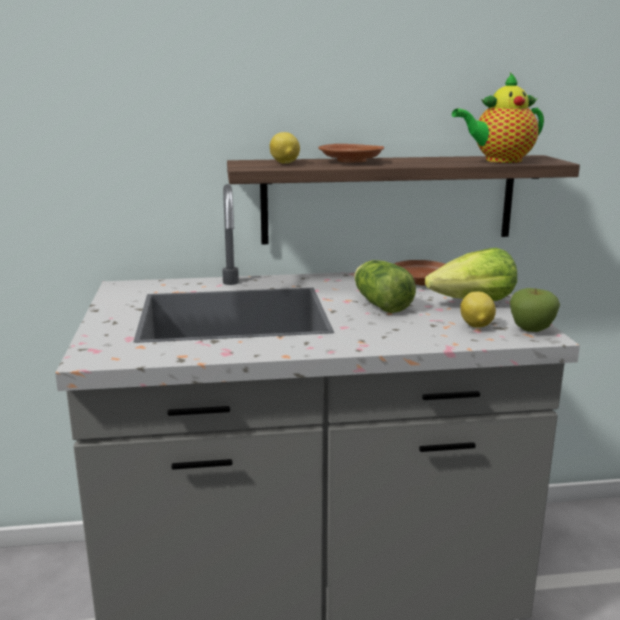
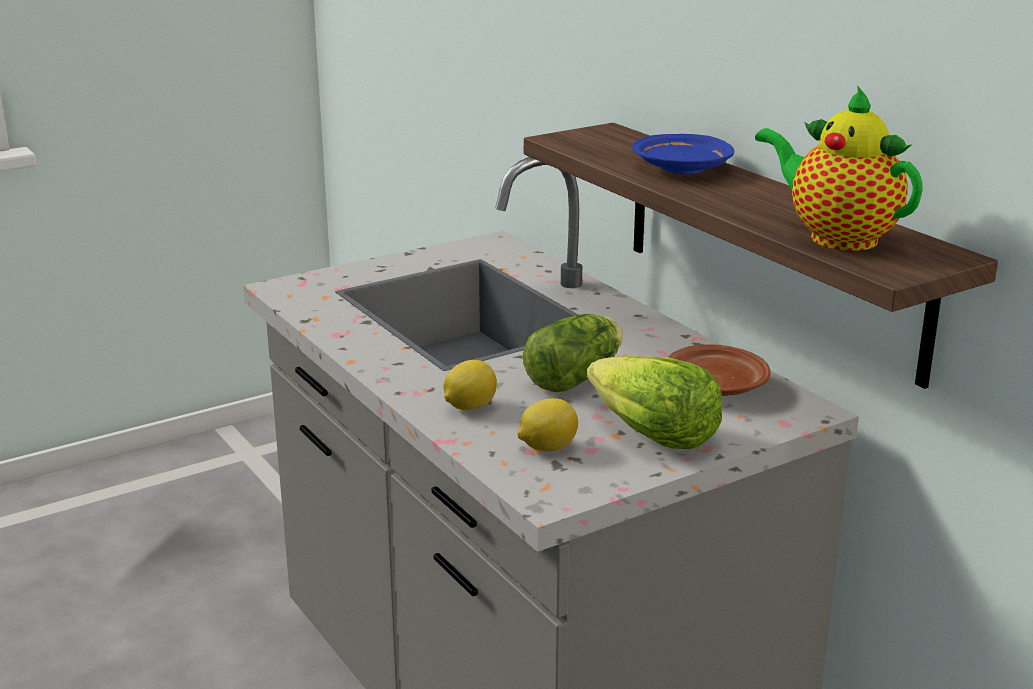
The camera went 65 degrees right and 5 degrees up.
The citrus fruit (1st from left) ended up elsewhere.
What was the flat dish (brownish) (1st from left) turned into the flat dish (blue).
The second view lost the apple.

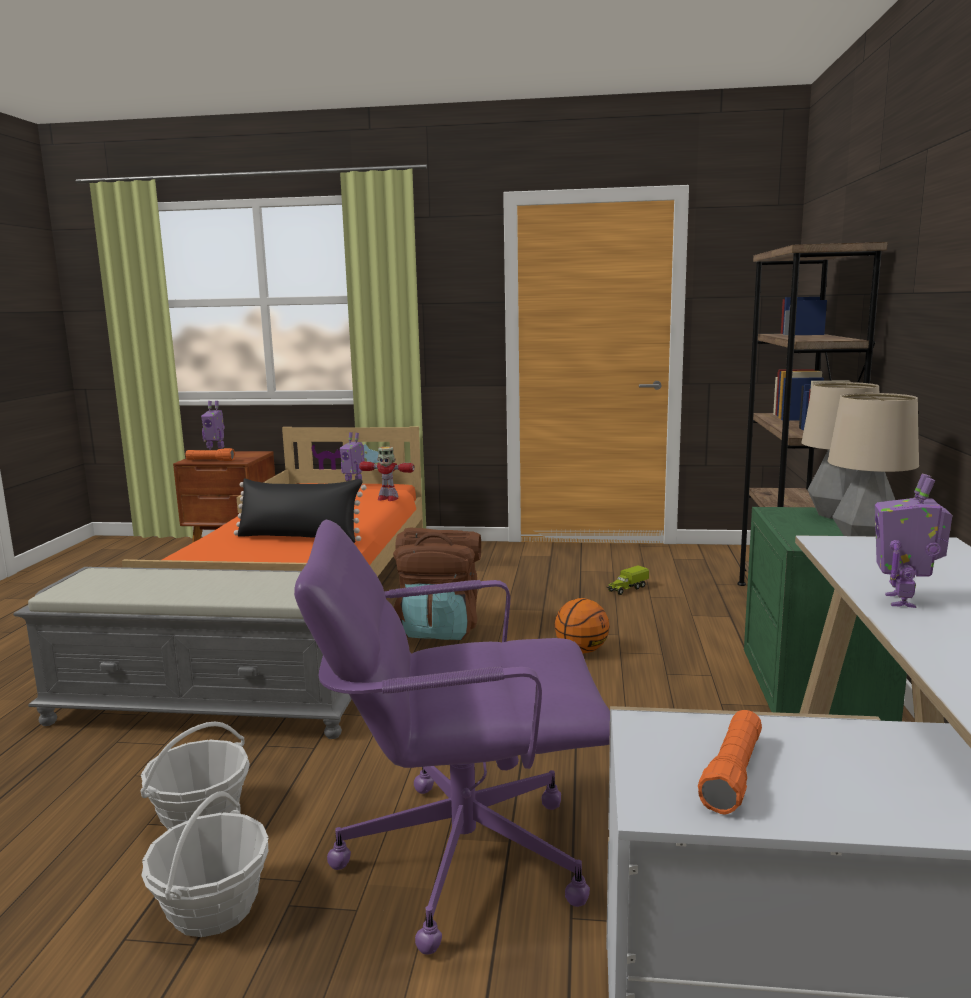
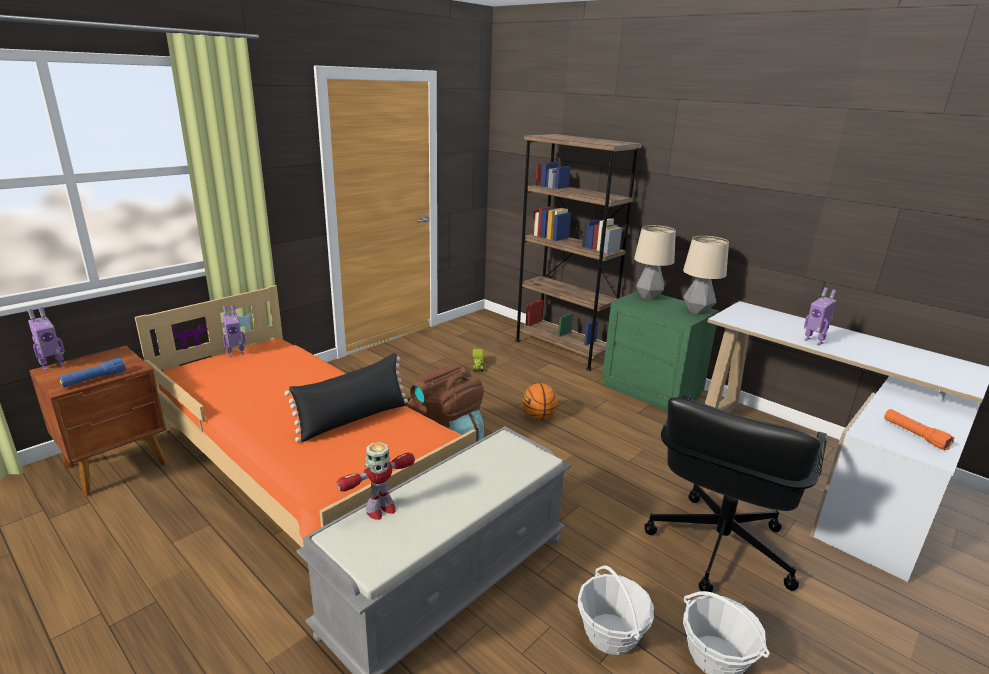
The camera went 55 degrees left and 10 degrees up.
The robot figure (3rd from left) ended up elsewhere.
What was the hand torch (orange-coloured) (1st from left) turned into the hand torch (blue).
What was the office chair (purple-coloured) turned into the office chair (black).

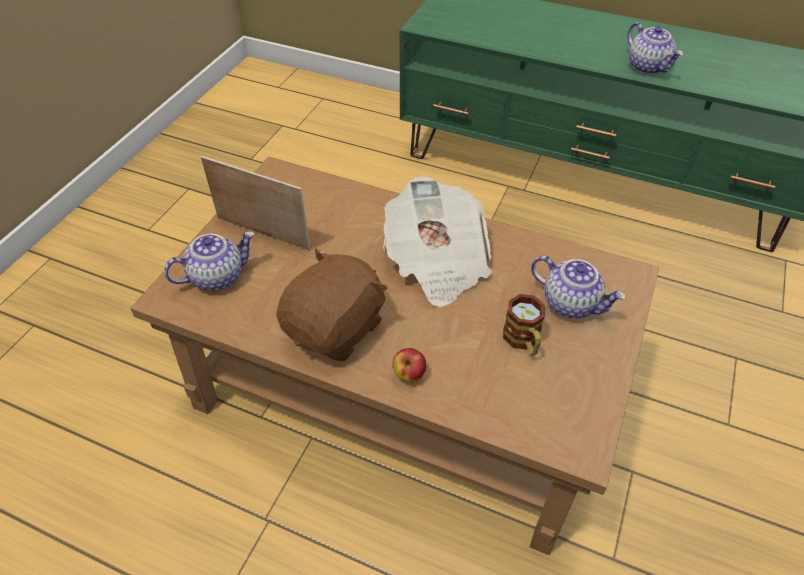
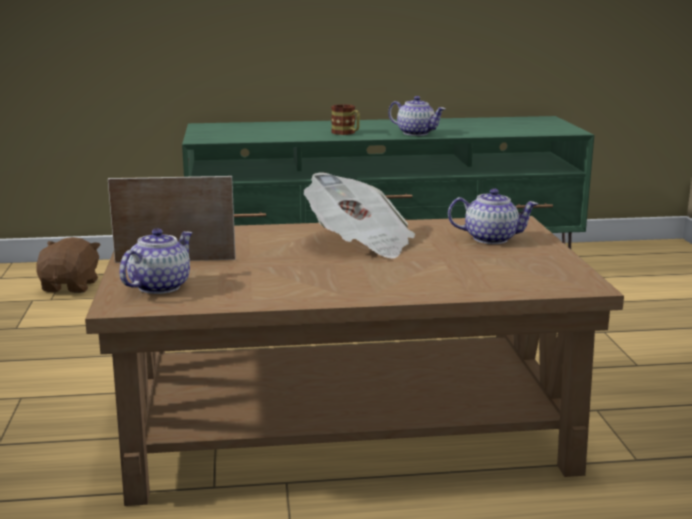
The camera went 30 degrees left and 30 degrees down.
The soft toy (brownish) ended up elsewhere.
The tea mug ended up elsewhere.
The second view lost the apple.

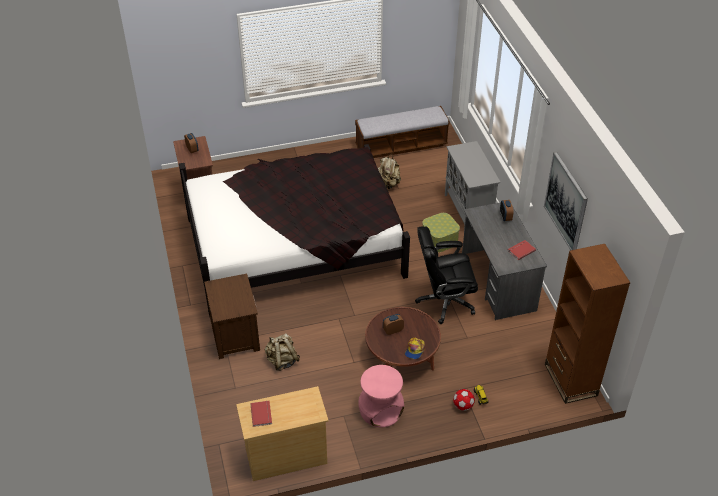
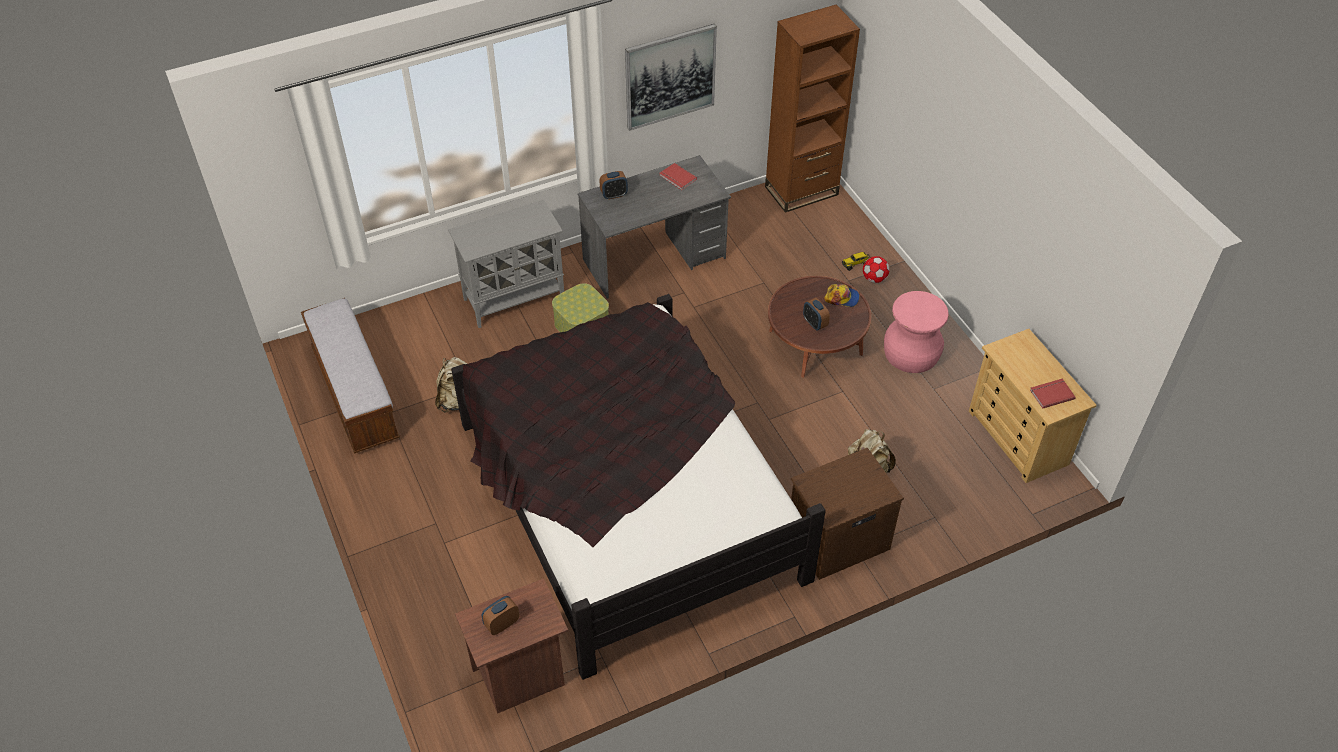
The camera went 100 degrees left and 5 degrees up.
The second view lost the office chair (black).

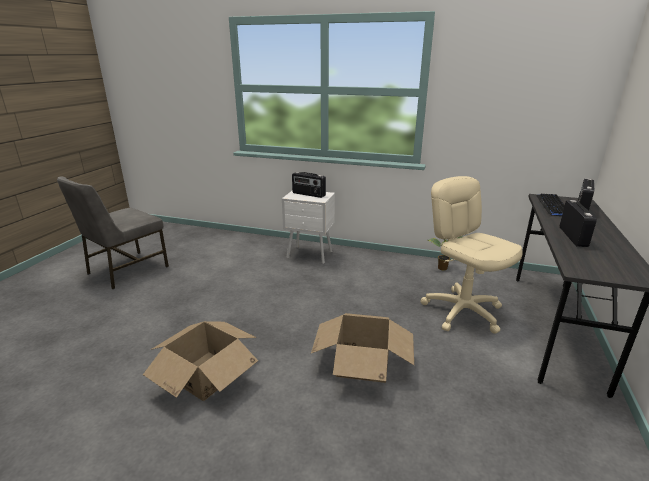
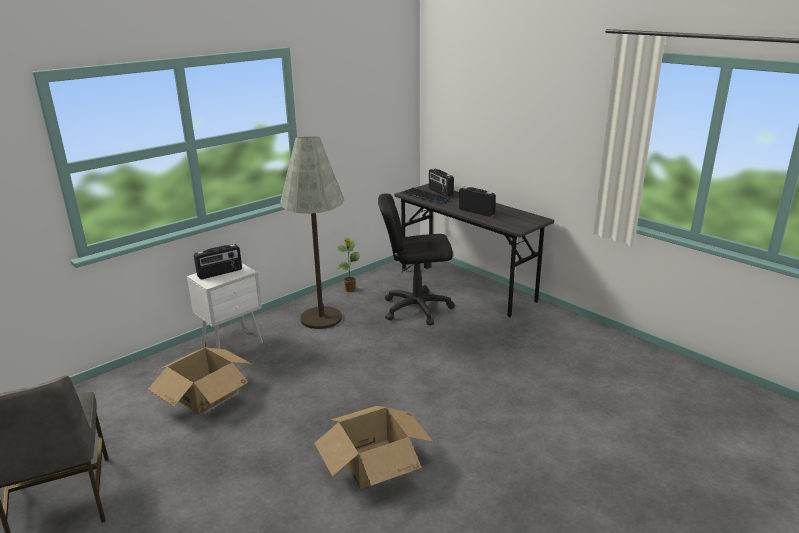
The camera went 60 degrees left and 0 degrees up.
What was the office chair (beige) turned into the office chair (black).
The cardboard box (2nd from left in the first image) ended up elsewhere.
The second view gained the standard lamp (grey).

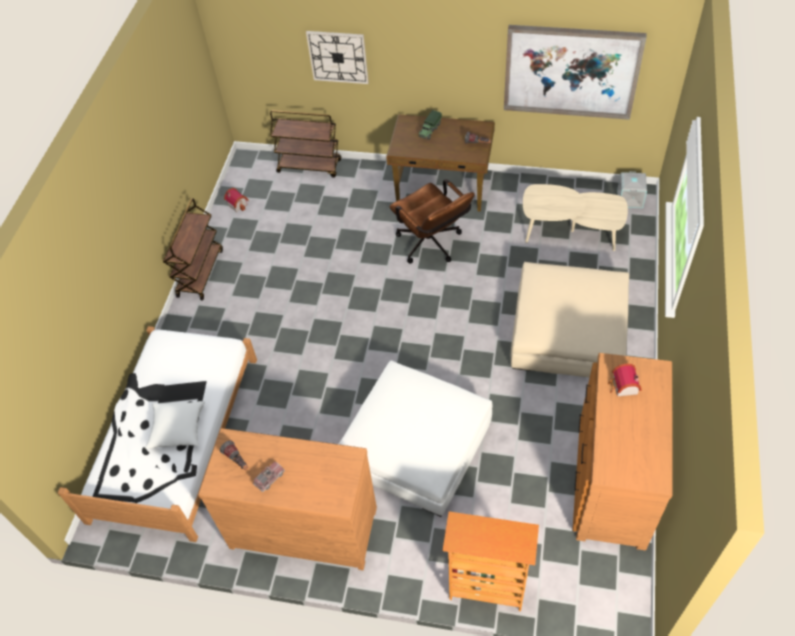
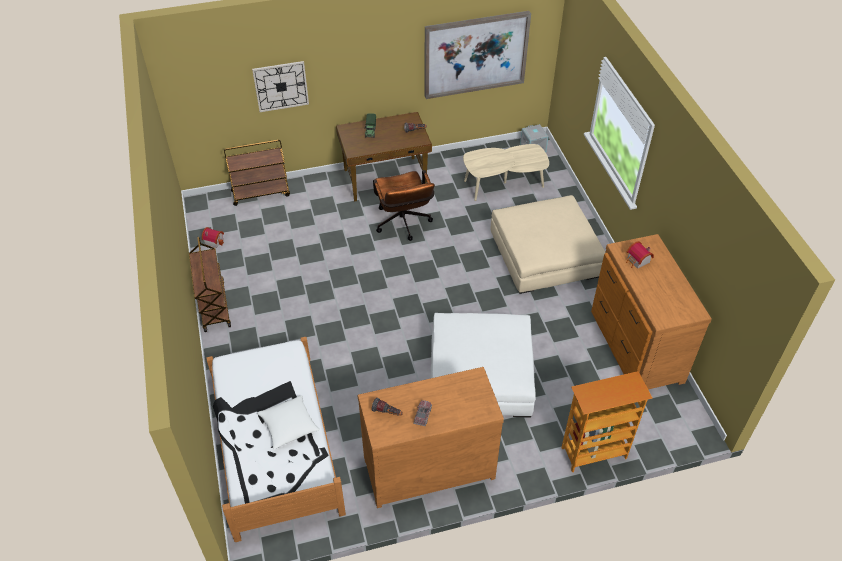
The camera went 30 degrees left and 5 degrees down.
The office chair (brownish) ended up facing another way, 45 degrees clockwise from before.

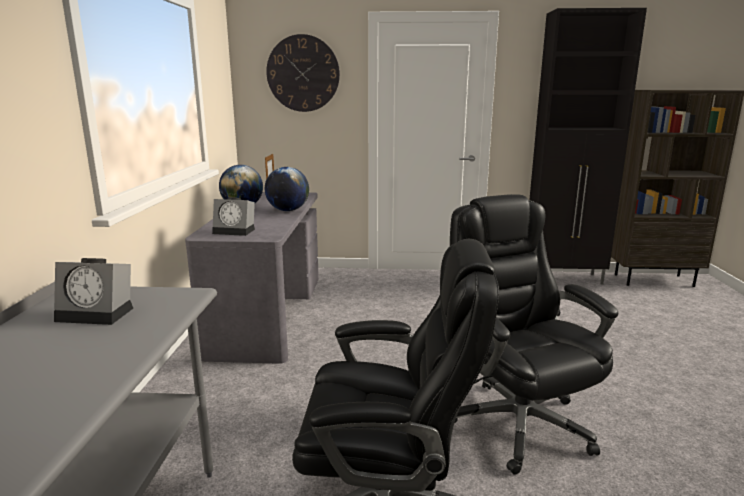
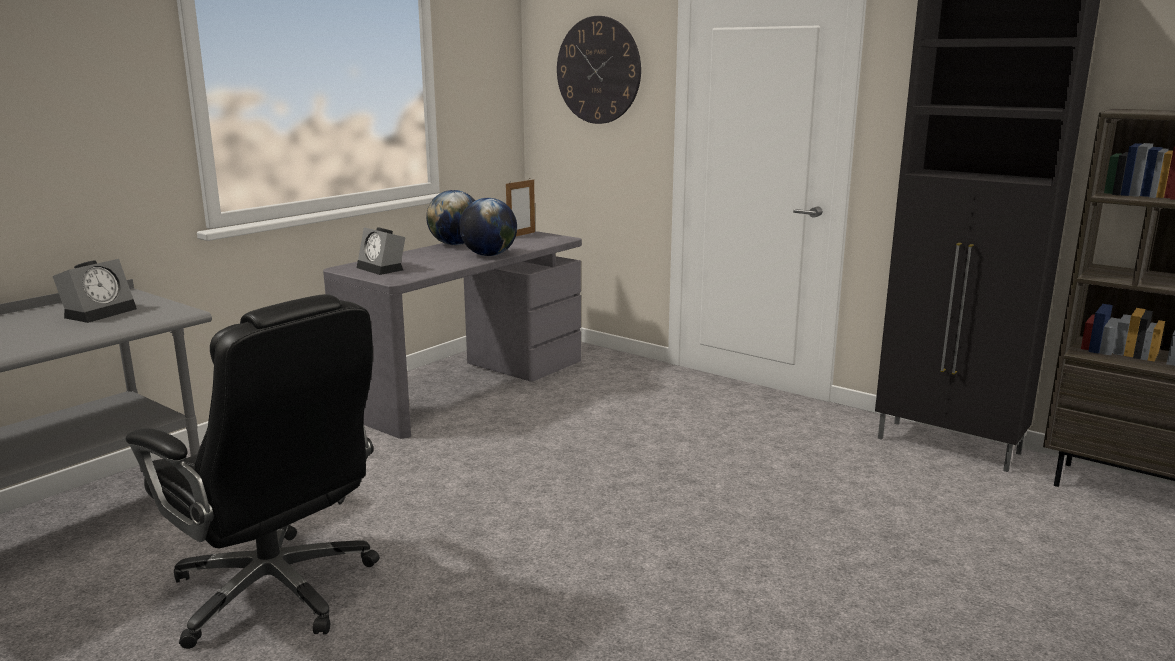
The camera went 35 degrees right and 0 degrees up.
The second view lost the office chair (black) (2nd from left).
The alarm clock (1st from left) ended up facing another way, 105 degrees counterclockwise from before.

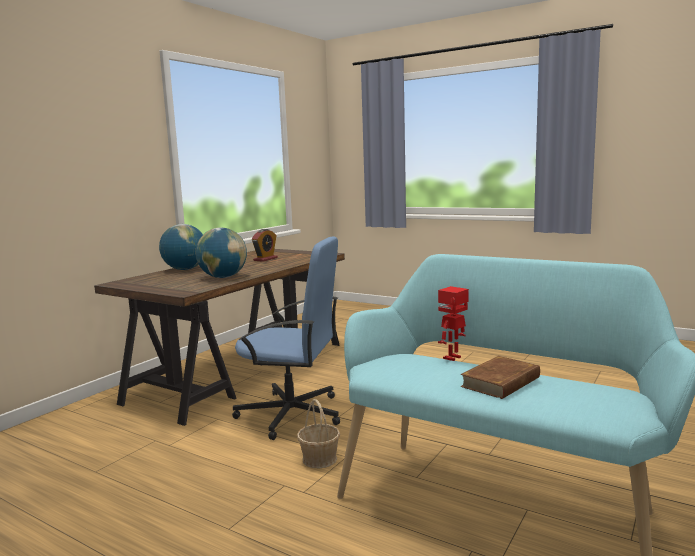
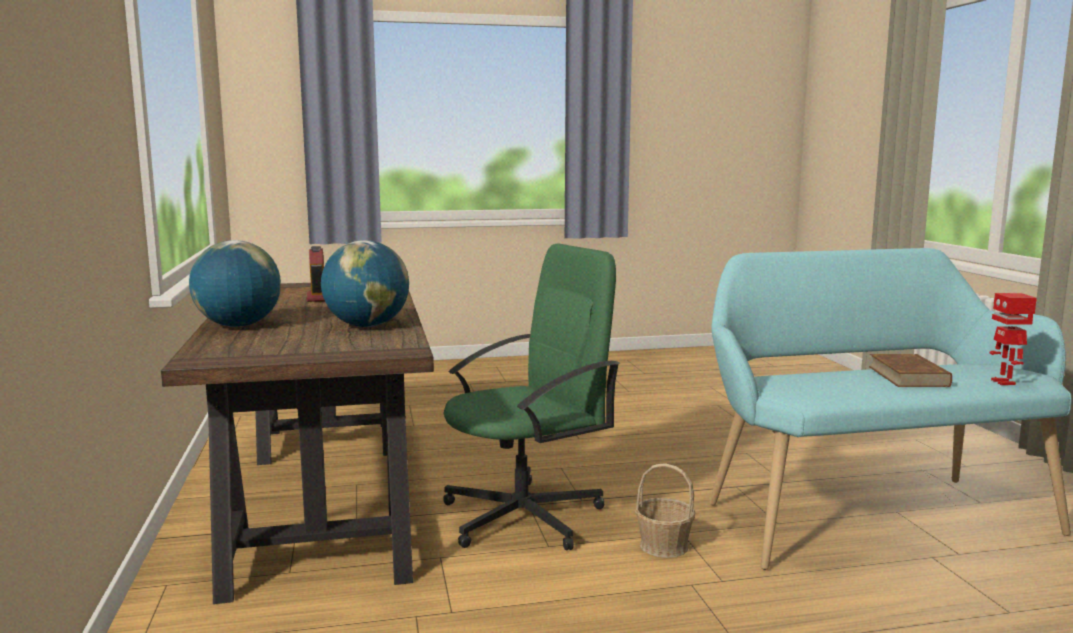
The camera went 45 degrees left and 0 degrees up.
What was the office chair (blue) turned into the office chair (green-coloured).
The robot figure ended up elsewhere.

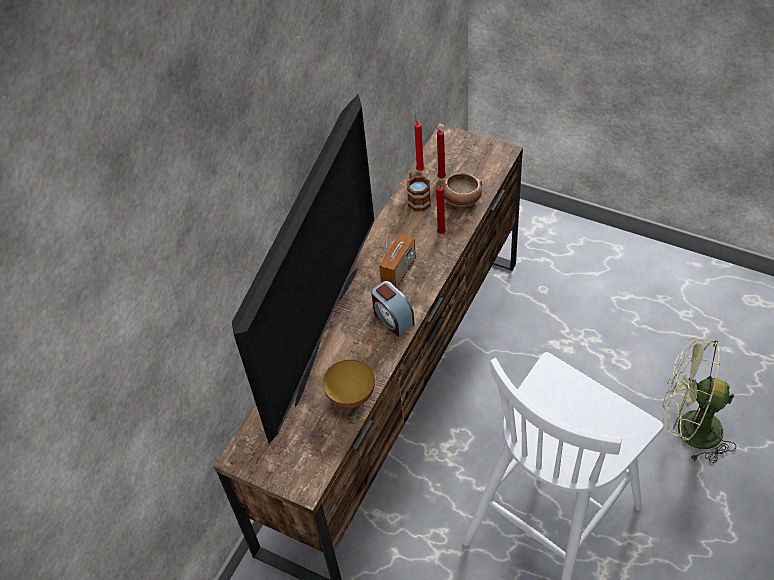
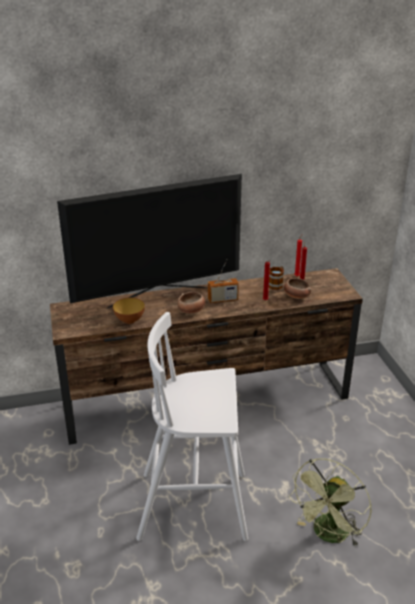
The camera went 45 degrees right and 20 degrees down.
Where the alarm clock stood, the serving bowl (2nd from left) came to stand.
The electric fan (green-coloured) ended up facing another way, 120 degrees counterclockwise from before.

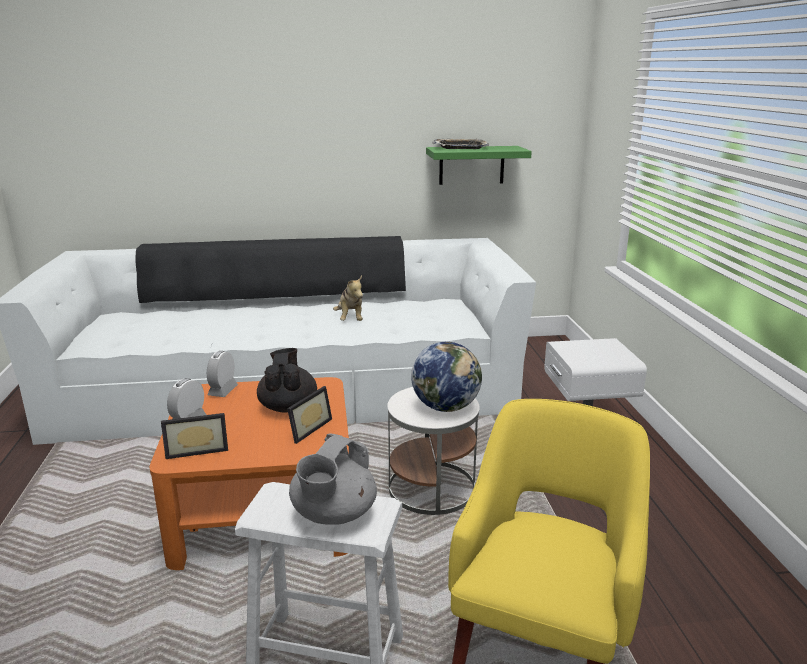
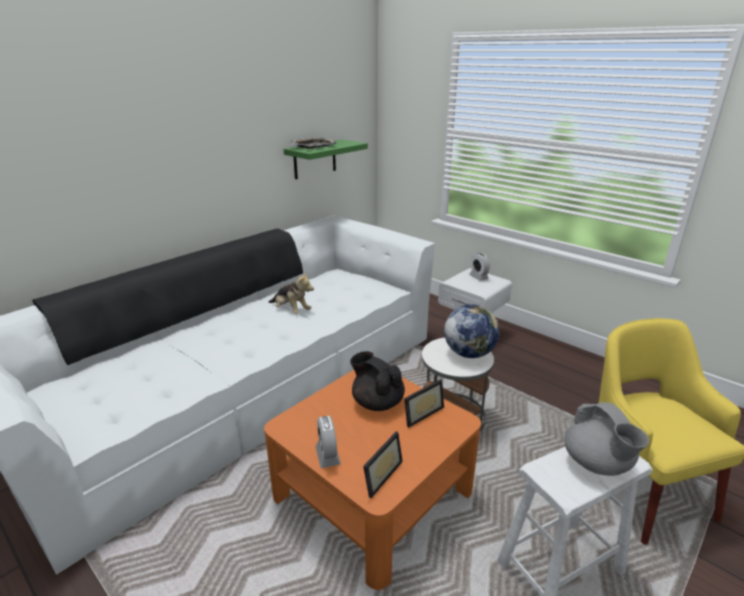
The camera went 40 degrees left and 5 degrees up.
The alarm clock (2nd from left) ended up elsewhere.
The photo frame (2nd from left) ended up facing another way, 60 degrees clockwise from before.

